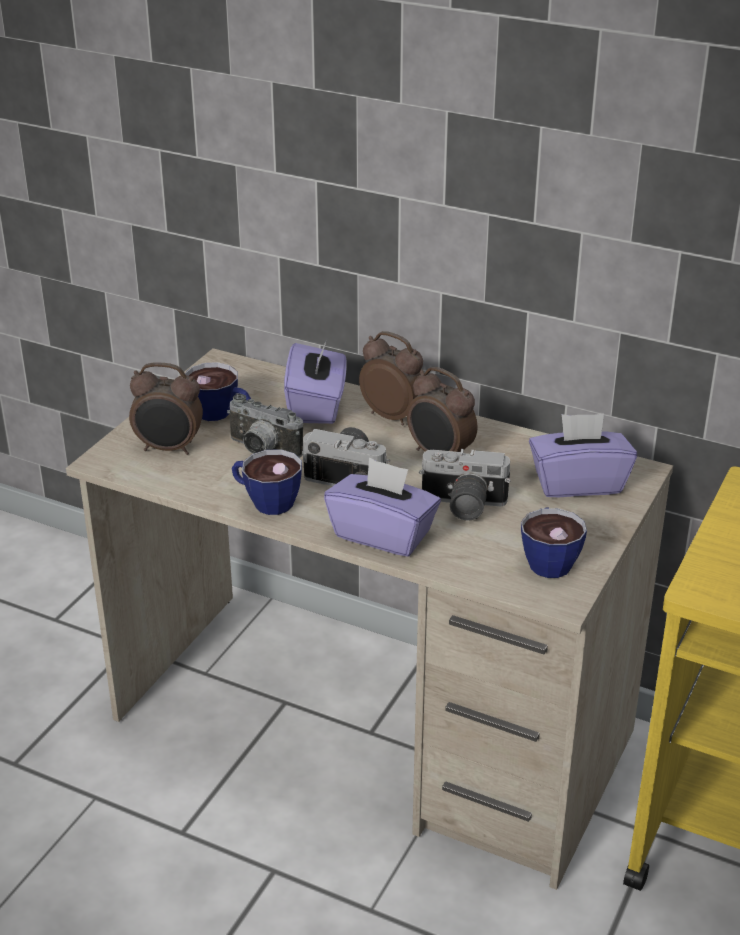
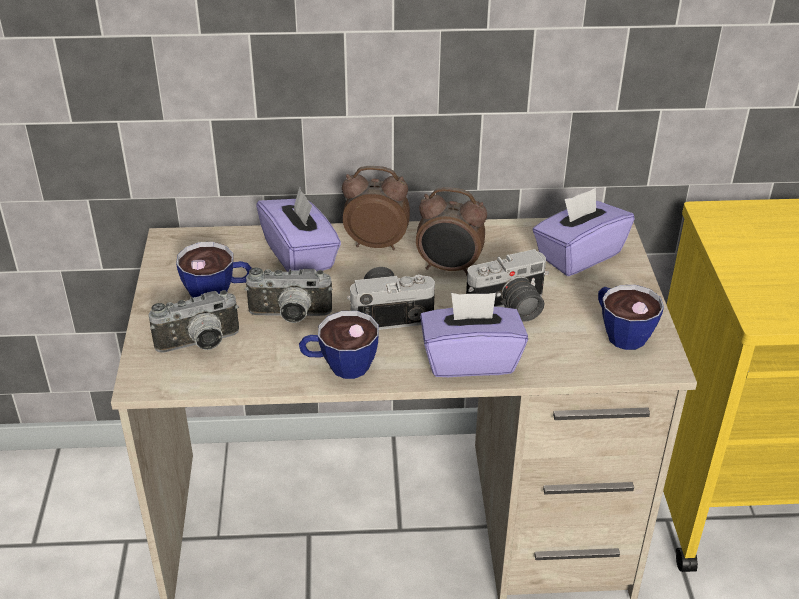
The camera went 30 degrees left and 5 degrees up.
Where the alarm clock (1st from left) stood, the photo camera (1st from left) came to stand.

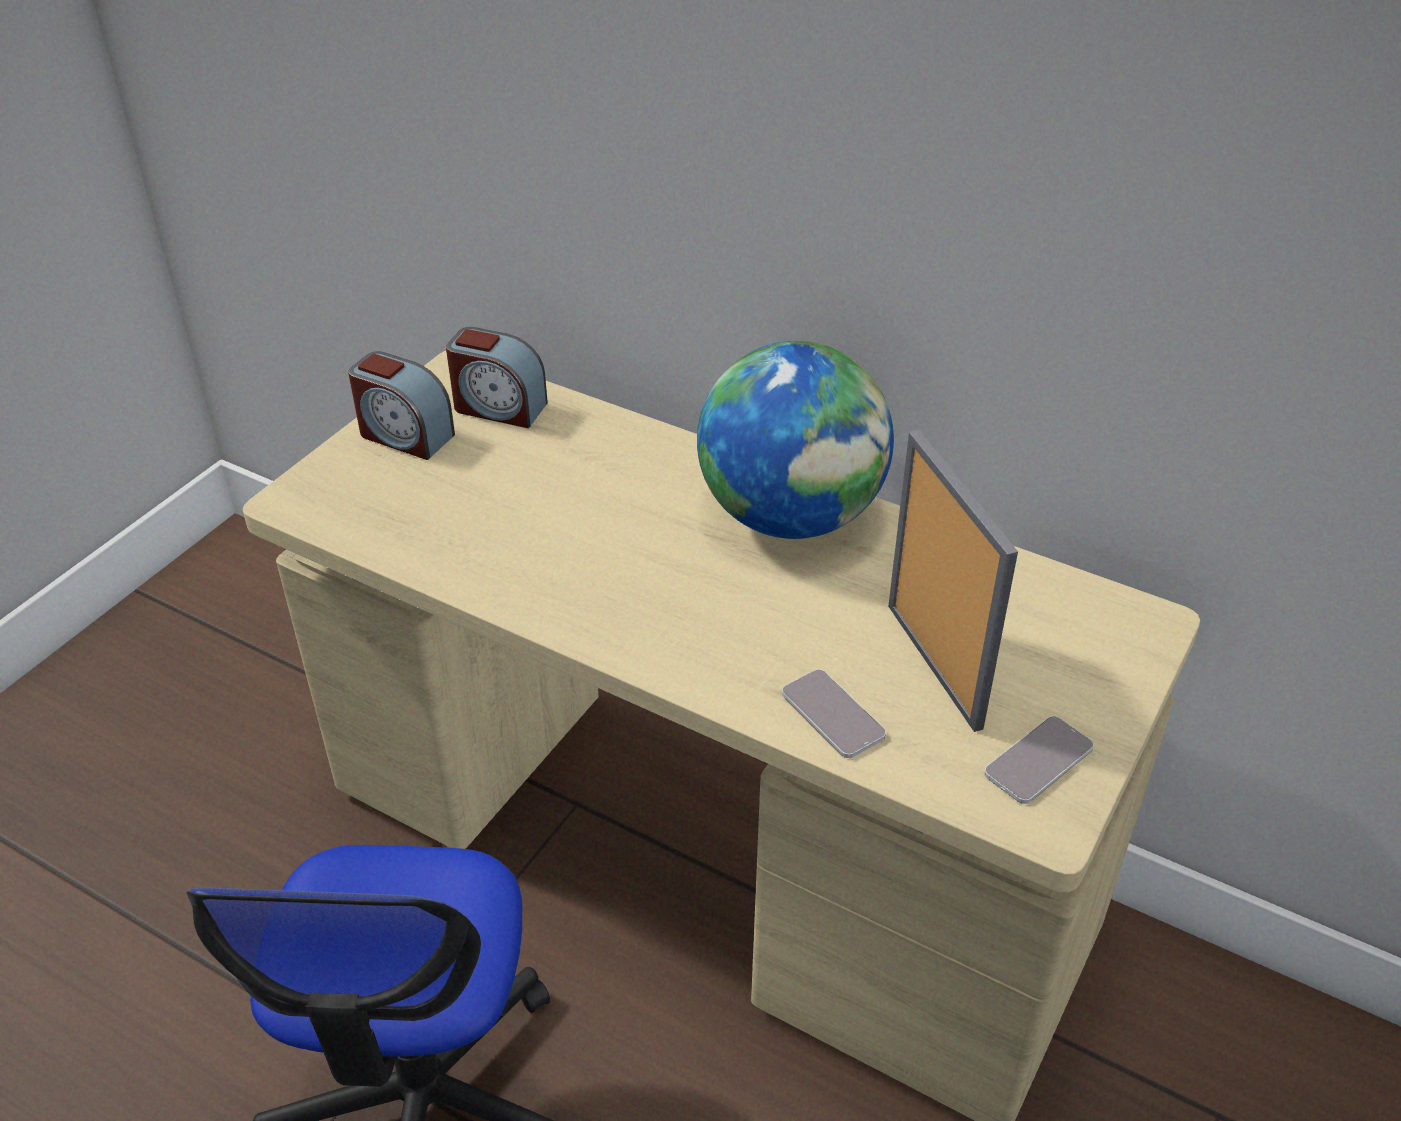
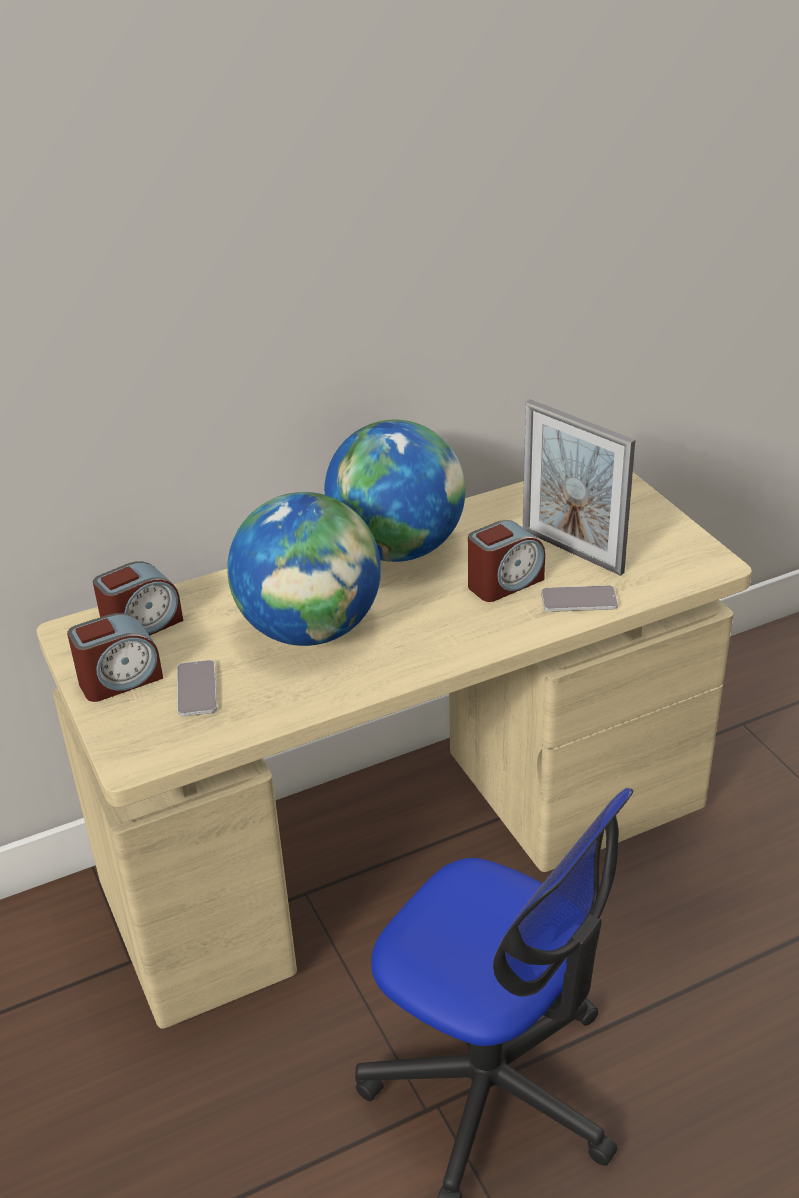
The camera went 55 degrees left and 5 degrees down.
The photo frame ended up facing another way, 150 degrees counterclockwise from before.
The telephone (2nd from left in the first image) ended up elsewhere.
The second view gained the desk globe (1st from left).
The second view gained the alarm clock (3rd from left).

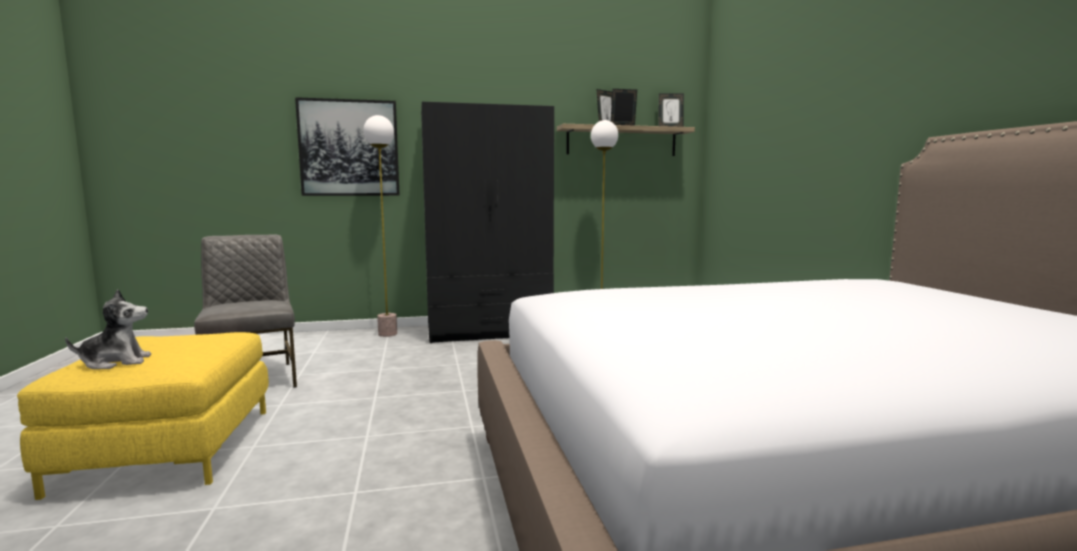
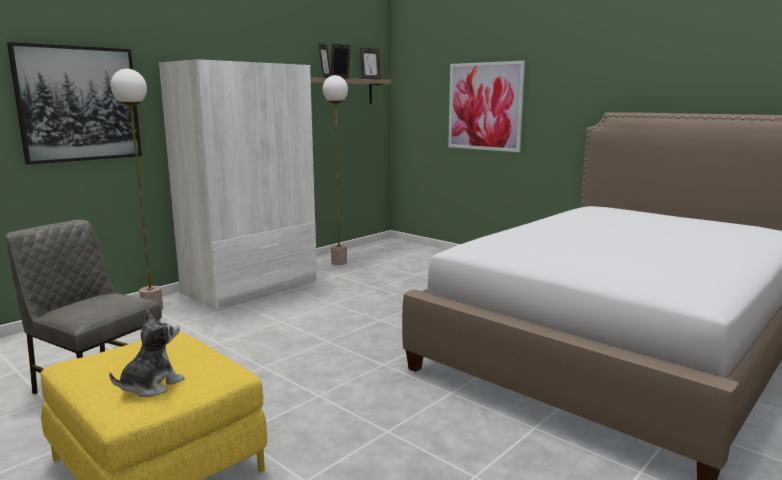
The camera went 35 degrees left and 5 degrees up.
What was the wardrobe (black) turned into the wardrobe (whitish).
The second view gained the wall picture (2nd from left).

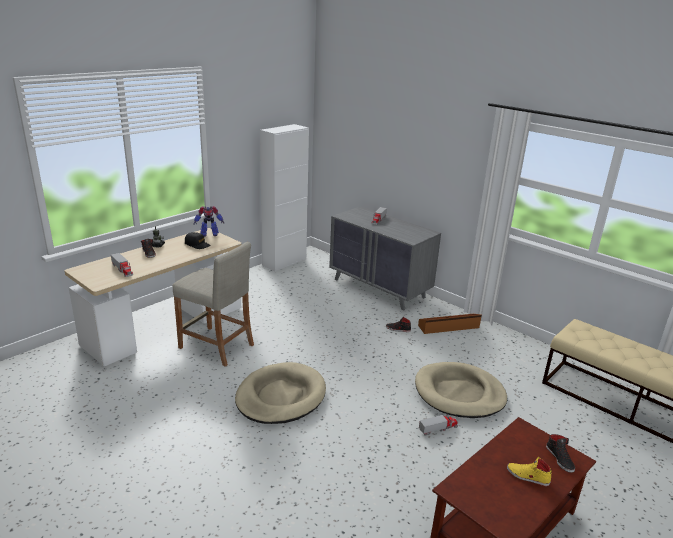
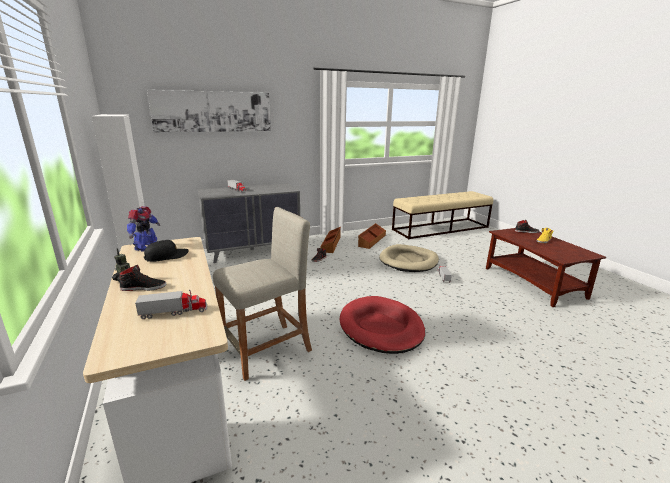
The camera went 65 degrees left and 5 degrees down.
What was the dog bed (beige) (1st from left) turned into the dog bed (reddish).
The second view gained the wall picture.
The second view gained the storage box (brownish) (2nd from left).

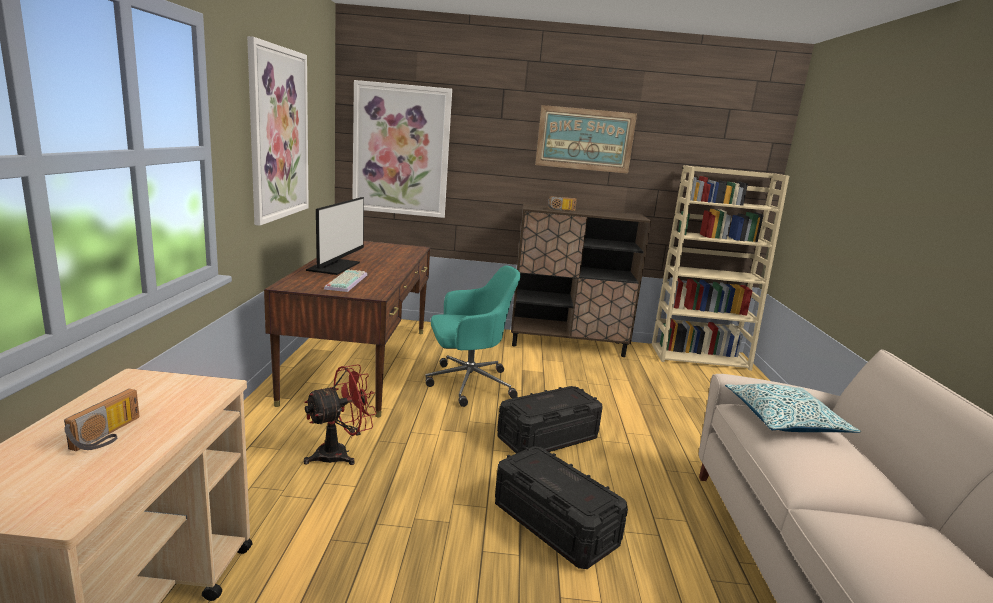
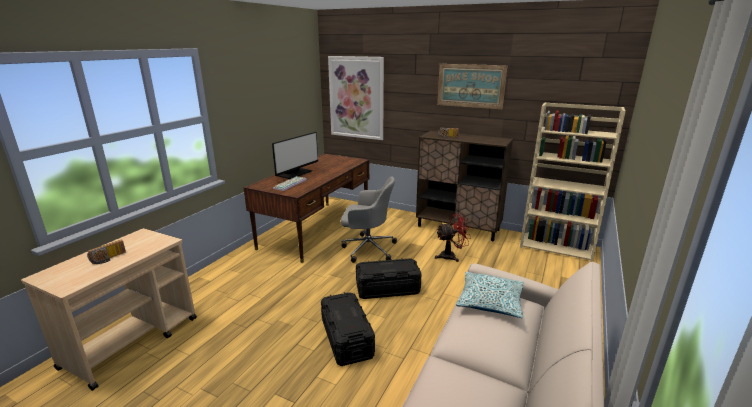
The camera went 25 degrees right and 5 degrees up.
The second view lost the wall picture (1st from left).
What was the office chair (turquoise-coloured) turned into the office chair (grey).
The electric fan (reddish) ended up elsewhere.

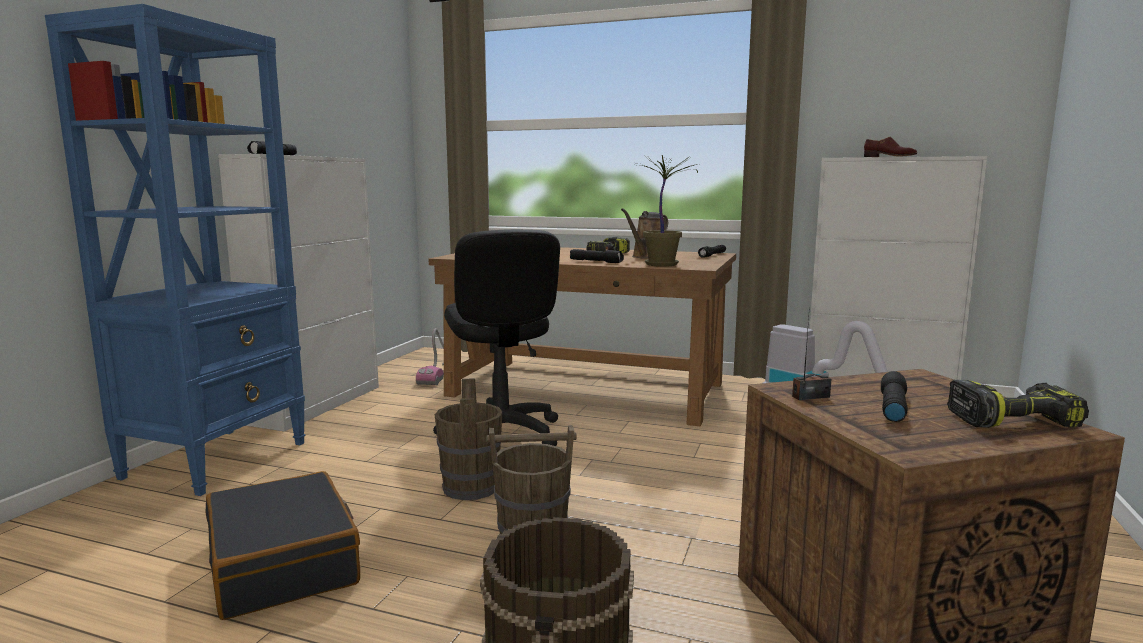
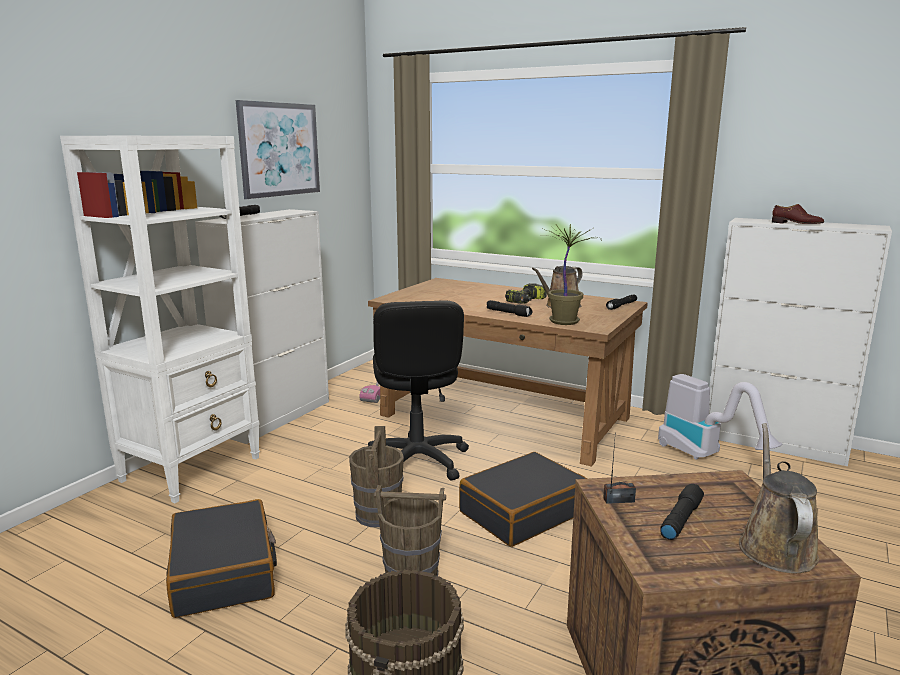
The camera went 10 degrees right and 5 degrees up.
What was the bookshelf (blue) turned into the bookshelf (whitish).
Where the power drill (2nd from left) stood, the watering can (brownish) (2nd from left) came to stand.
The second view gained the wall picture.
The second view gained the travel case (black) (2nd from left).

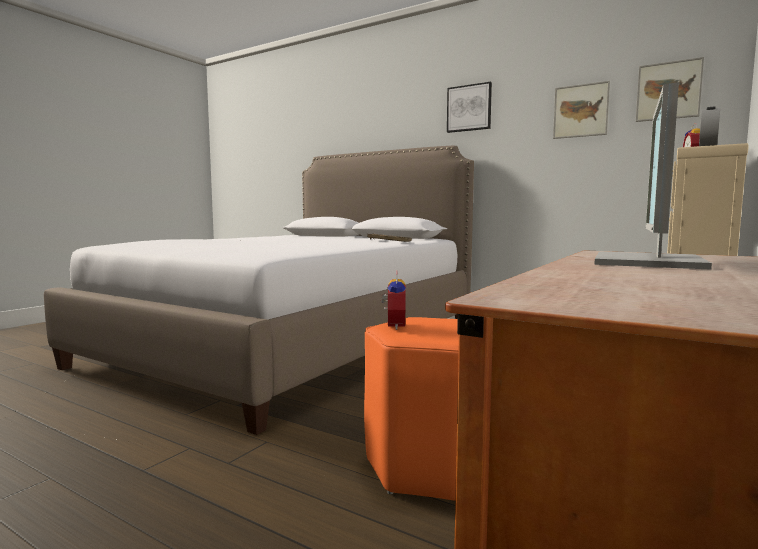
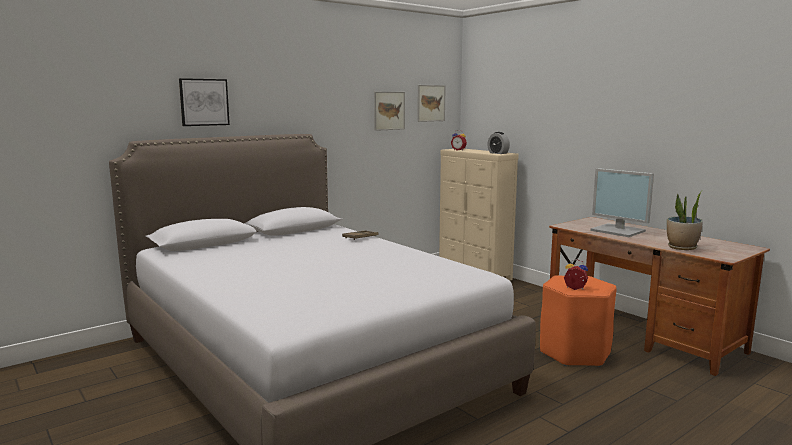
The camera went 70 degrees left and 5 degrees up.
The wall picture (1st from left) ended up elsewhere.
The second view gained the potted plant.

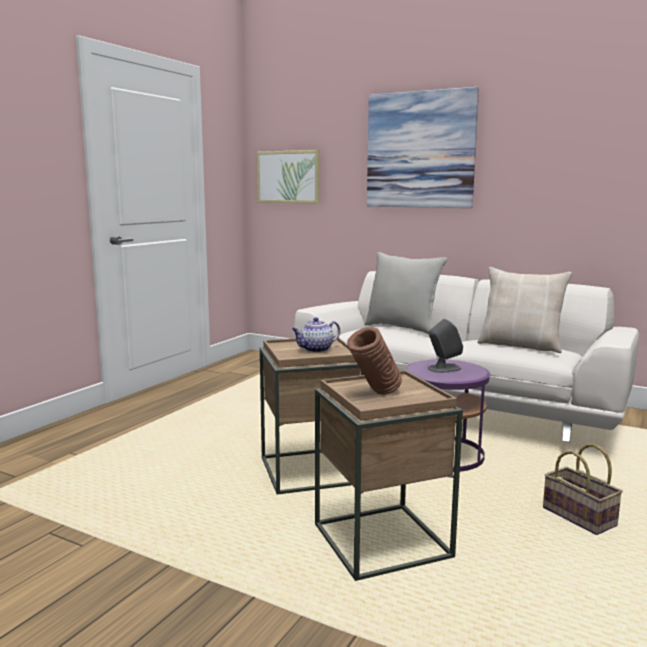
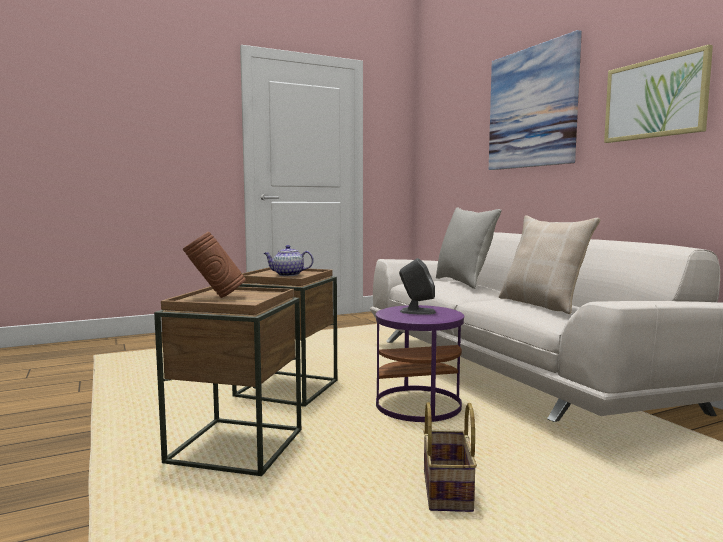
The camera went 35 degrees right and 5 degrees down.
The wall picture (1st from left in the first image) ended up elsewhere.

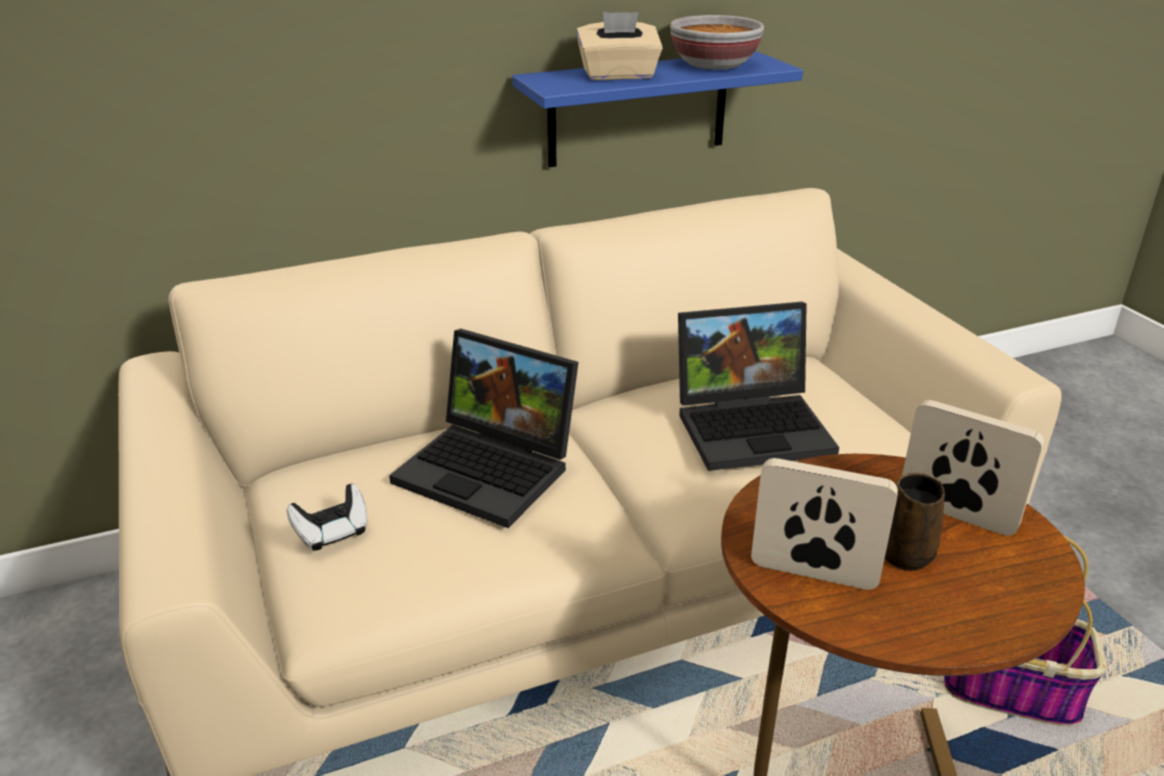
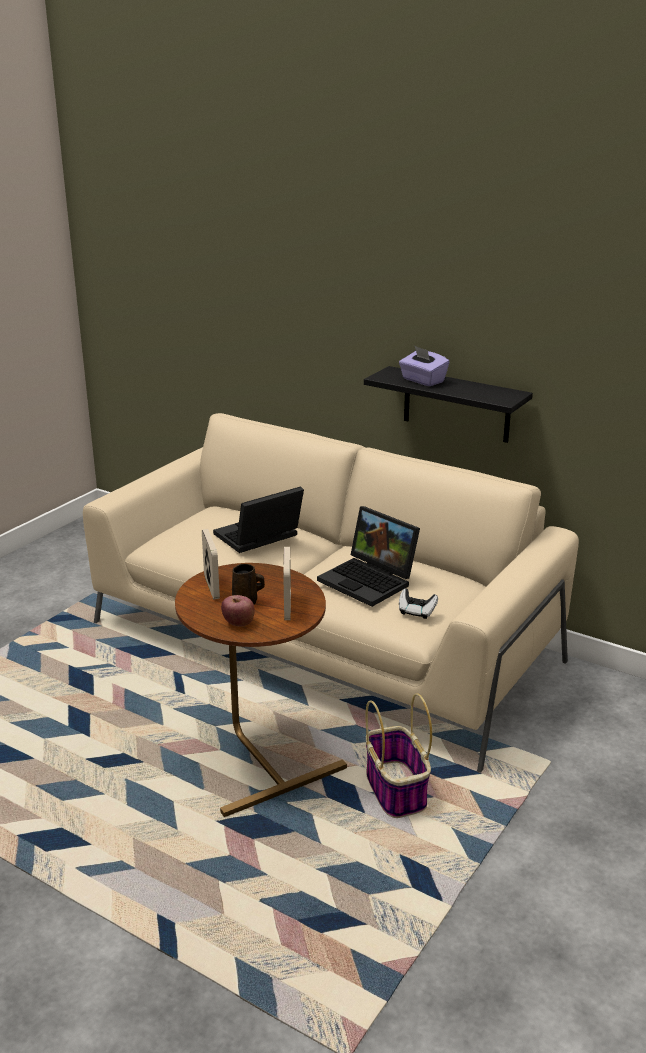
The camera went 55 degrees right and 5 degrees down.
What was the tissue box (beige) turned into the tissue box (purple-coloured).
The second view lost the serving bowl.
What was the bracket shelf (blue) turned into the bracket shelf (black).
The portable computer (1st from left) ended up facing another way, 60 degrees clockwise from before.
The game controller ended up elsewhere.
The second view gained the apple.

